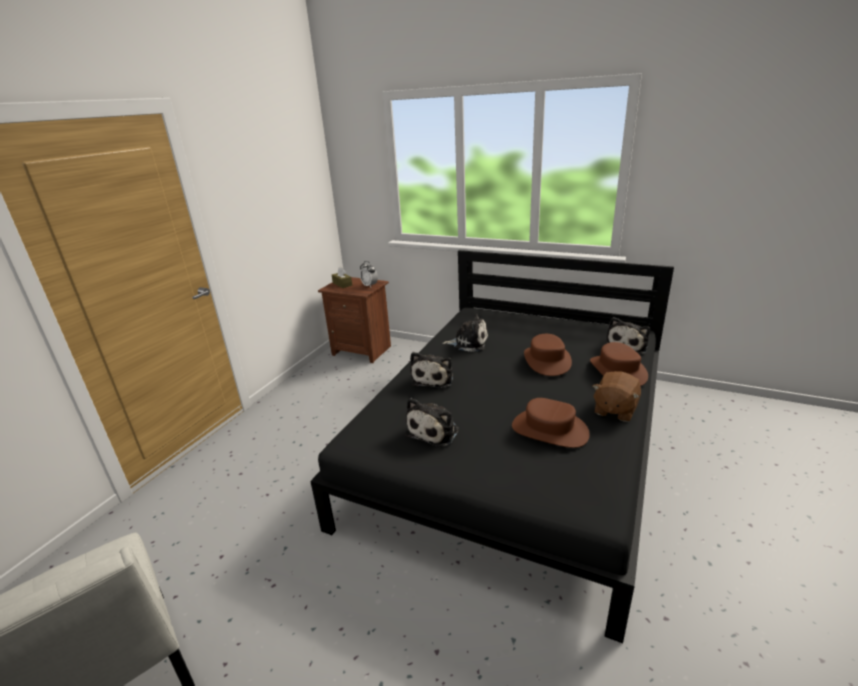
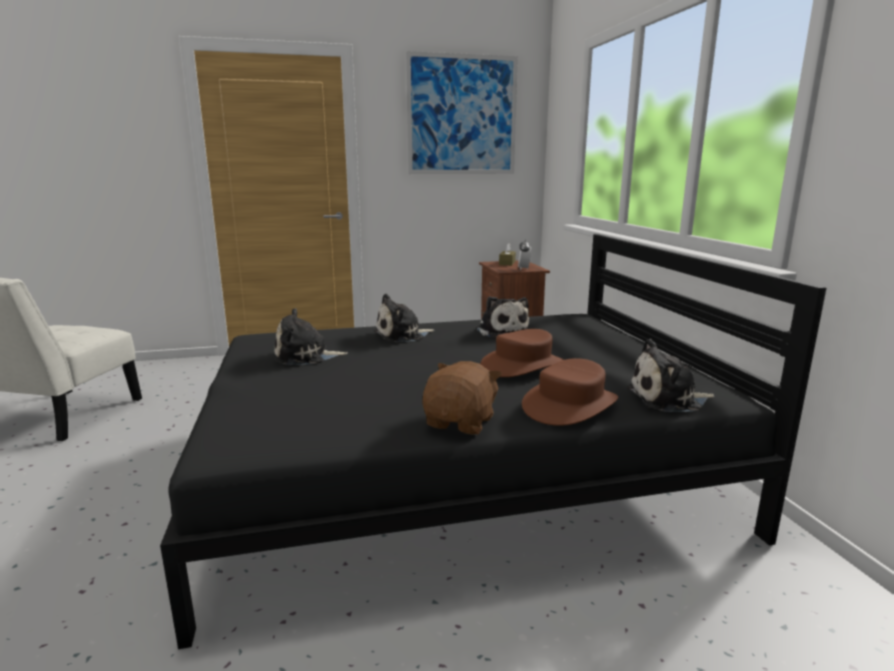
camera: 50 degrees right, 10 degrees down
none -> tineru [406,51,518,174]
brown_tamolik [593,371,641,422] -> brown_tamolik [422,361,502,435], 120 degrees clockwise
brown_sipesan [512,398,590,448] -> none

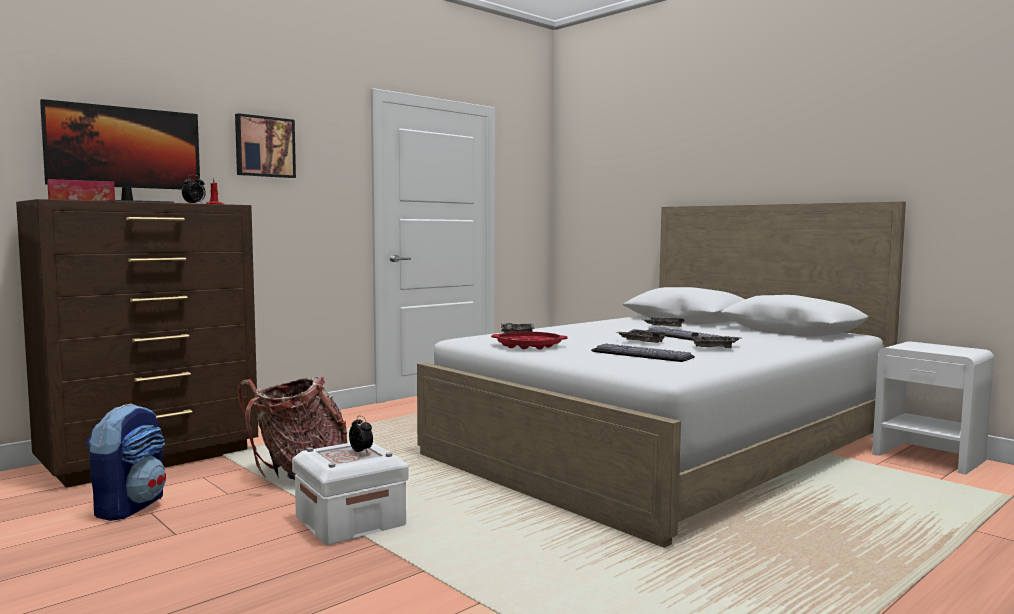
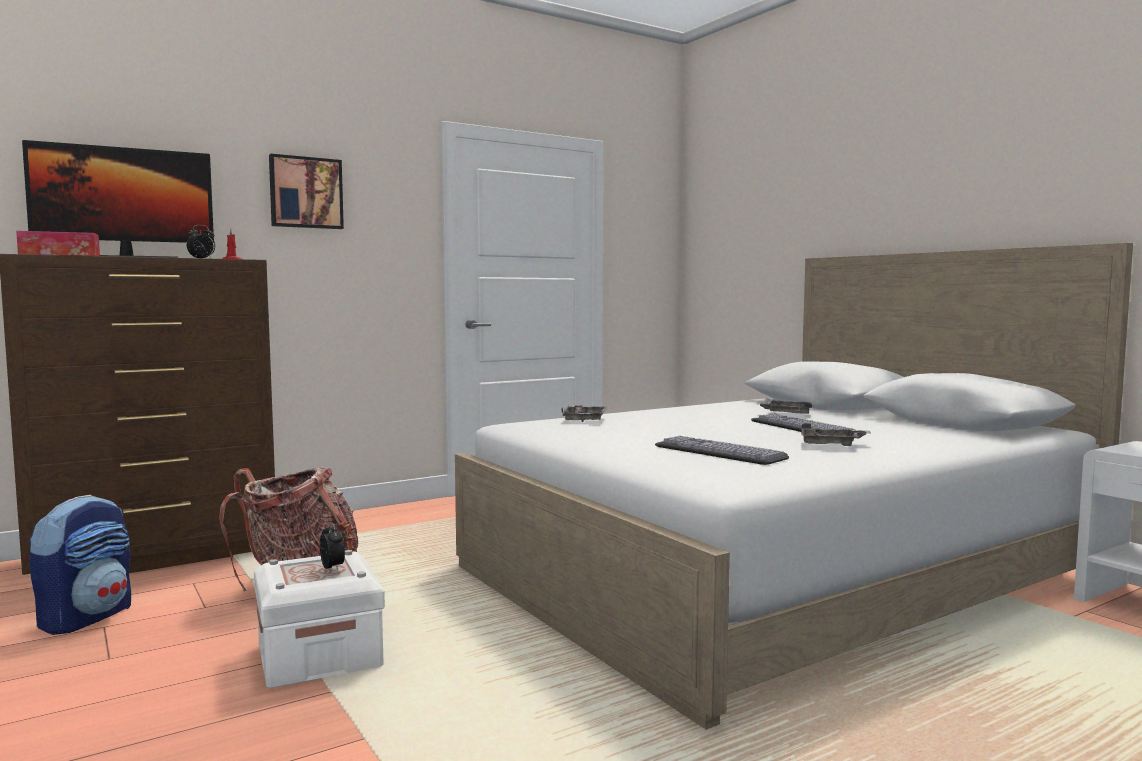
camera: 10 degrees right, 0 degrees up
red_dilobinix [491,332,567,350] -> none
grey_dilobinix [616,329,667,343] -> none

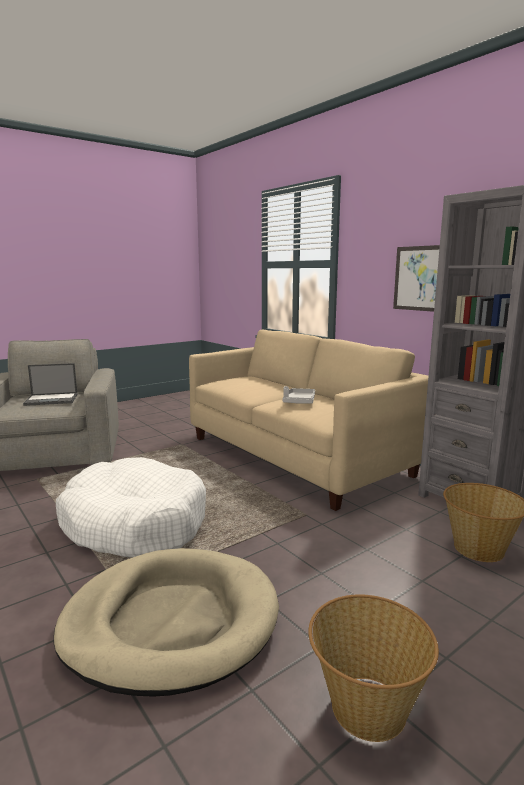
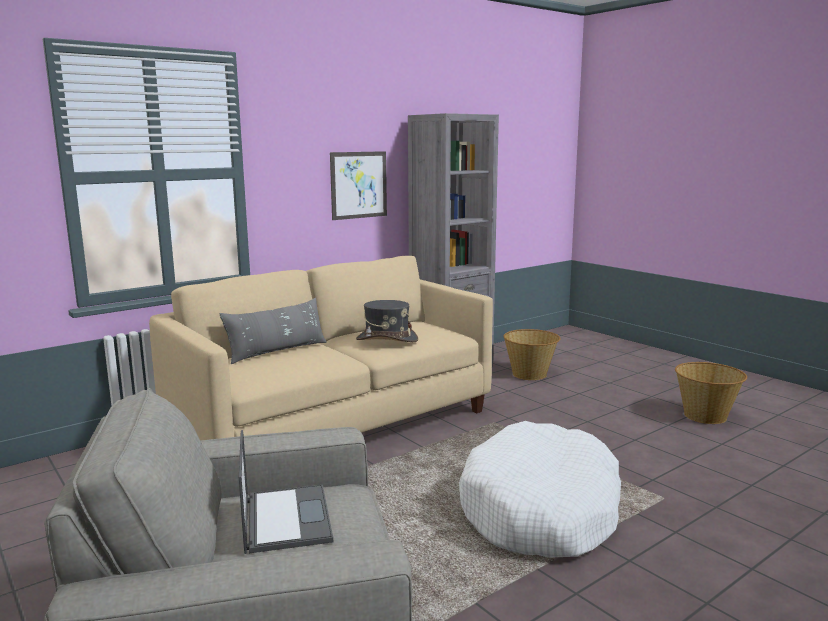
camera: 90 degrees left, 0 degrees up
none -> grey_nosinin [219,298,327,364]
grey_dilobinix [282,386,315,404] -> grey_sipesan [356,300,418,342]
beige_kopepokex [54,548,279,697] -> none

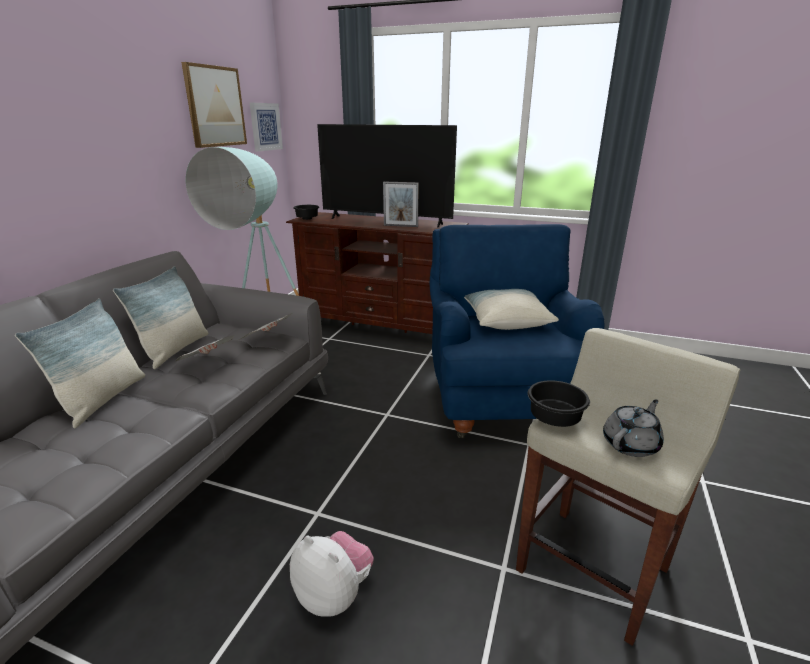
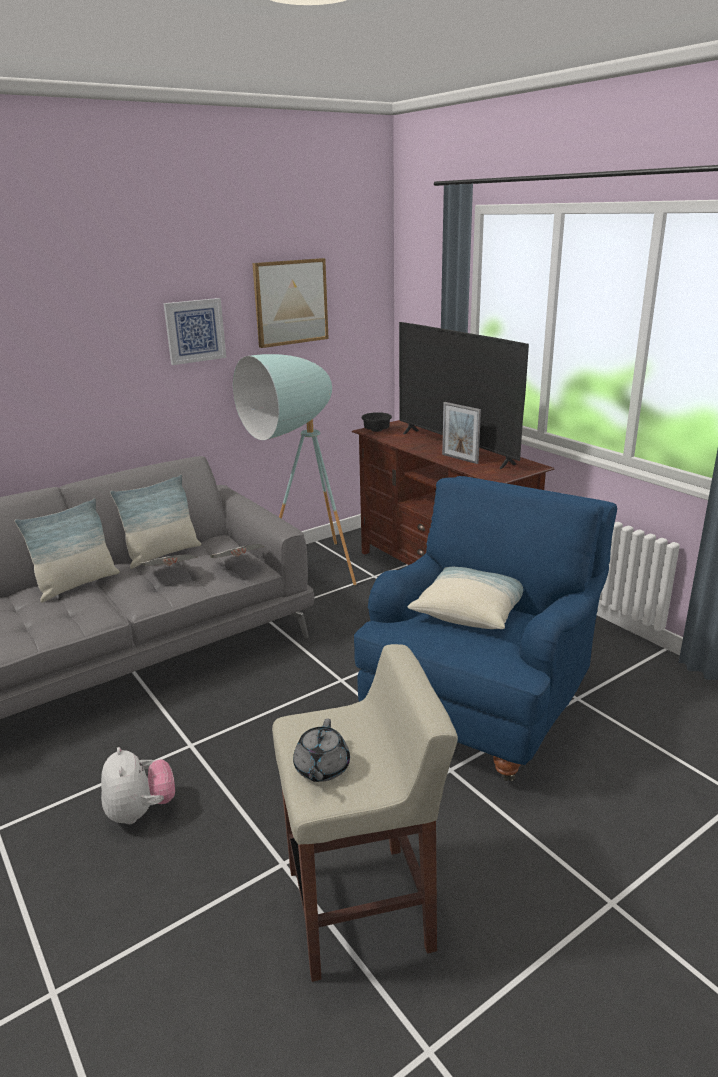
camera: 35 degrees right, 0 degrees up
tineru [250,103,283,152] -> tineru [163,298,226,365], shifted
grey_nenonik [603,399,664,457] -> grey_nenonik [293,718,350,782], 105 degrees clockwise
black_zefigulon [528,380,590,427] -> none

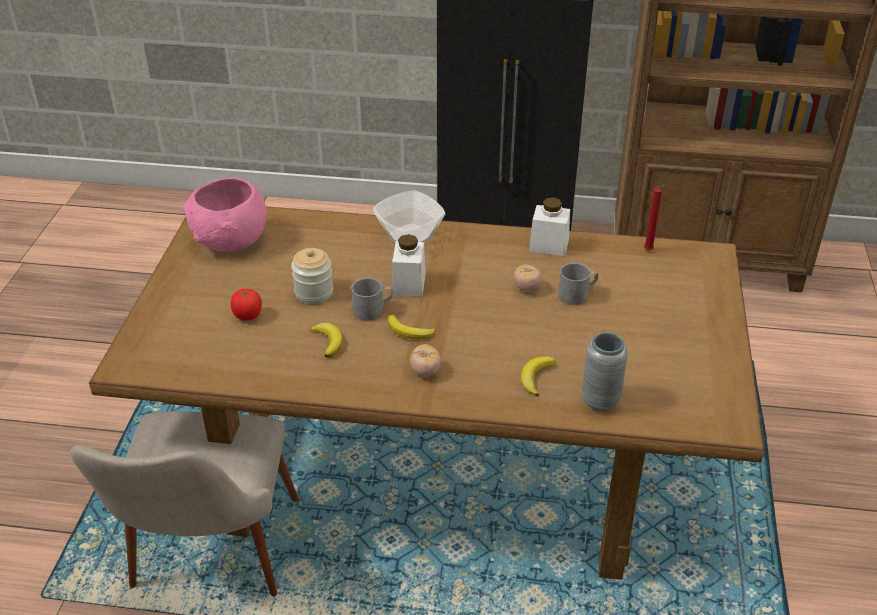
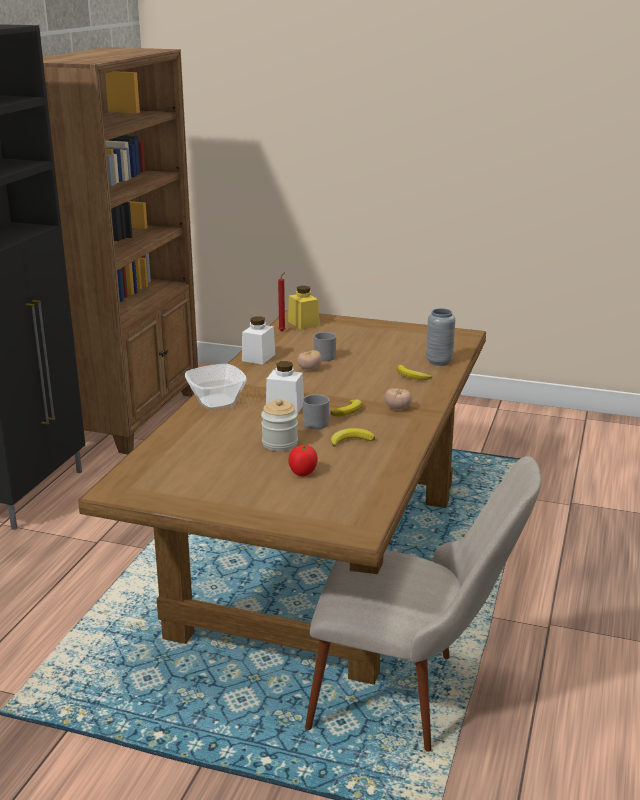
camera: 80 degrees left, 15 degrees down
none -> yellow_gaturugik [288,286,320,330]
pink_zefigulon [183,178,267,252] -> none

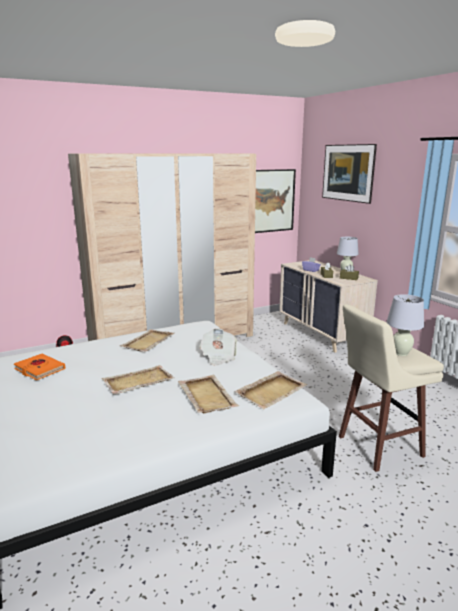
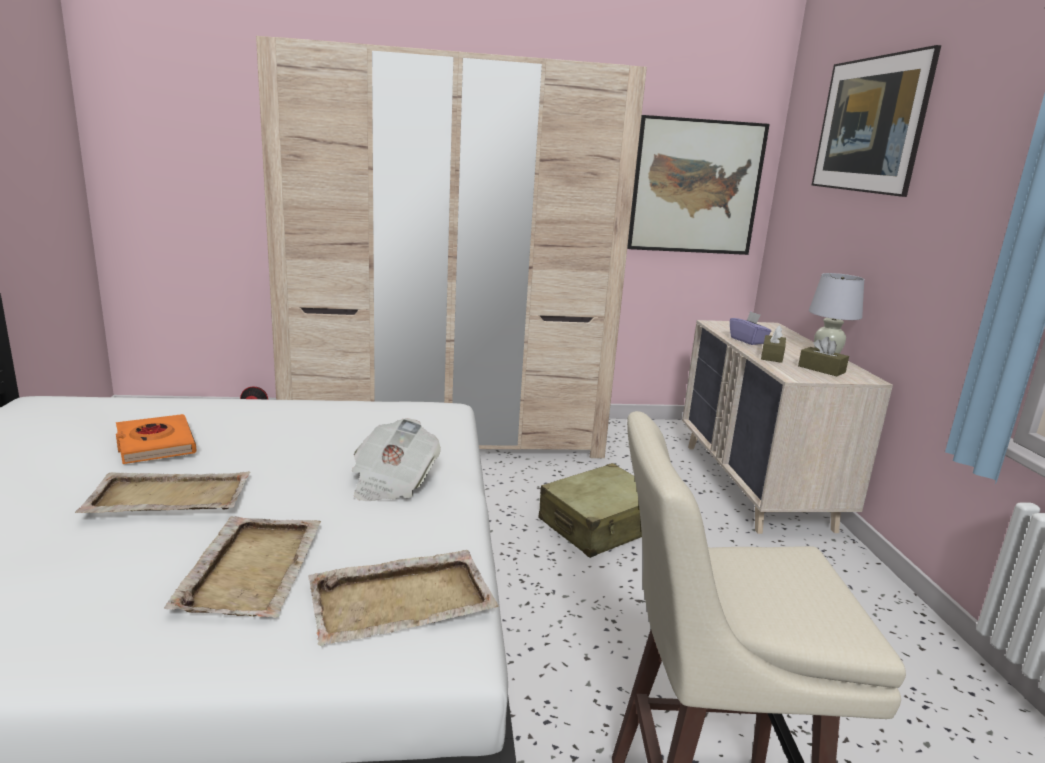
camera: 20 degrees right, 0 degrees up
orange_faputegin [14,354,65,380] -> orange_faputegin [116,414,197,464], shifted
none -> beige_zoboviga [538,463,642,558]
beige_dilobinix [120,329,175,352] -> none
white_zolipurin [387,294,424,356] -> none

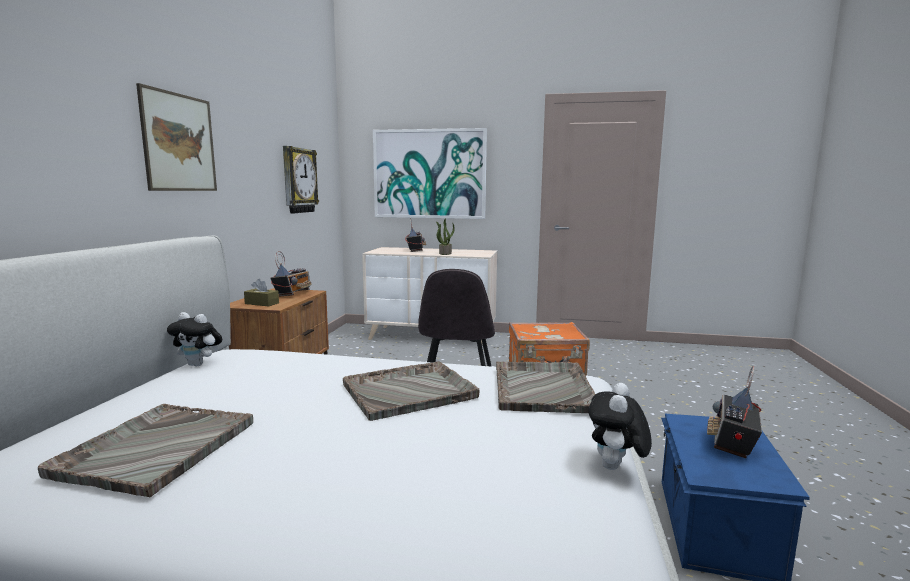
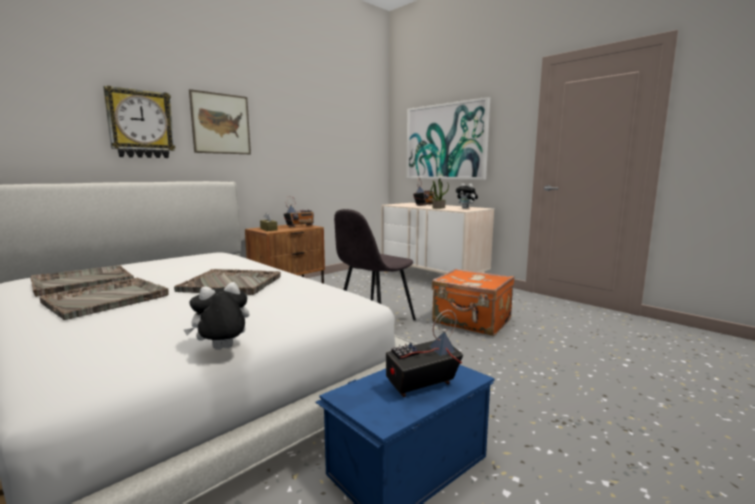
camera: 35 degrees right, 0 degrees up
grey_dilobinix [496,362,595,413] -> grey_dilobinix [39,278,169,320], shifted
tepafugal [283,146,319,214] -> tepafugal [103,86,175,158], shifted
tamolik [167,312,222,366] -> tamolik [456,183,478,209], shifted

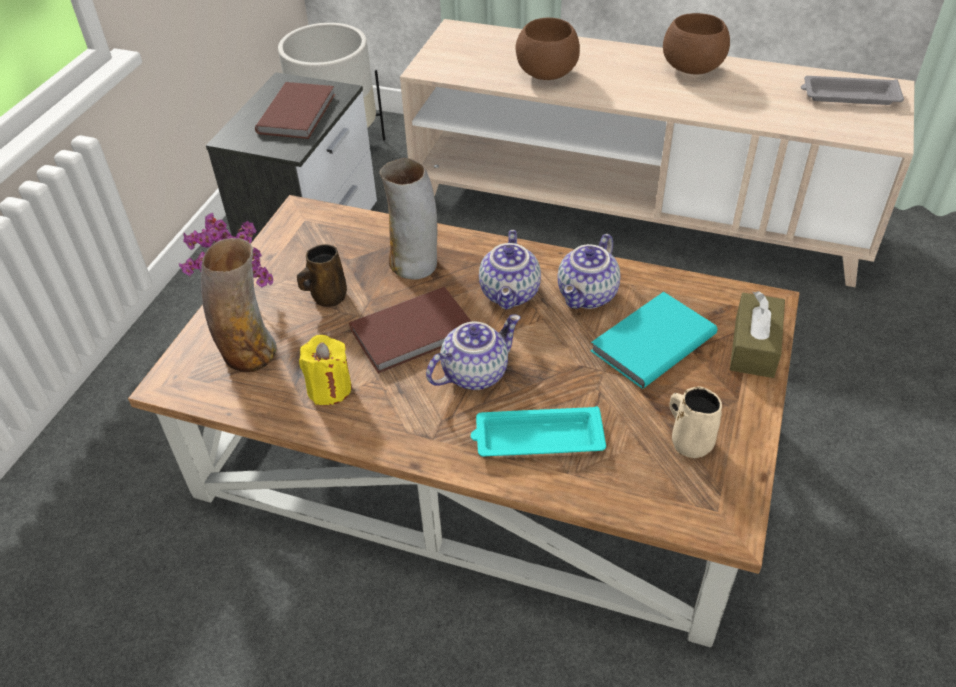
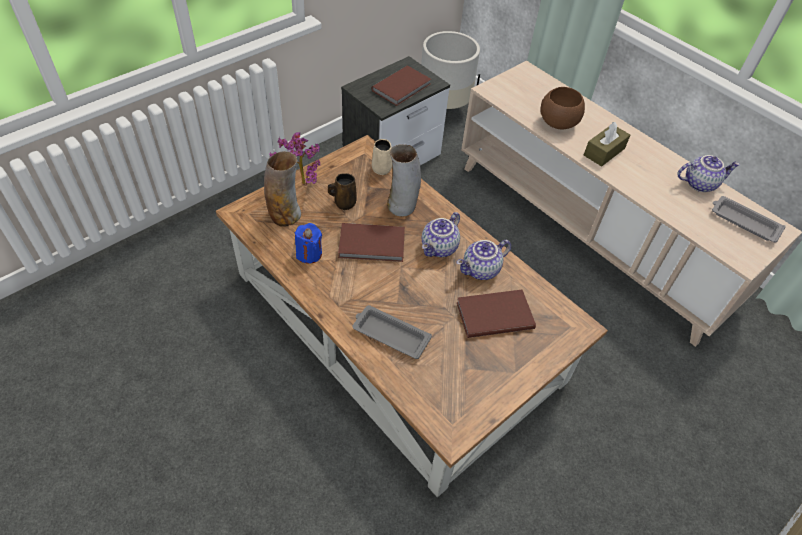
camera: 25 degrees right, 5 degrees up
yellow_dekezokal [299,335,352,405] -> blue_dekezokal [295,223,322,264]
turquoise_dilobinix [471,406,606,457] -> grey_dilobinix [353,305,432,359]
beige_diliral [670,386,722,458] -> beige_diliral [372,139,392,175], shifted
turquoise_faputegin [591,292,717,389] -> brown_faputegin [457,290,536,338]
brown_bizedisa [730,291,785,378] -> brown_bizedisa [584,122,630,166], shifted
nenonik [426,314,521,390] -> nenonik [677,155,740,192], shifted
brown_zefigulon [663,13,730,75] -> none

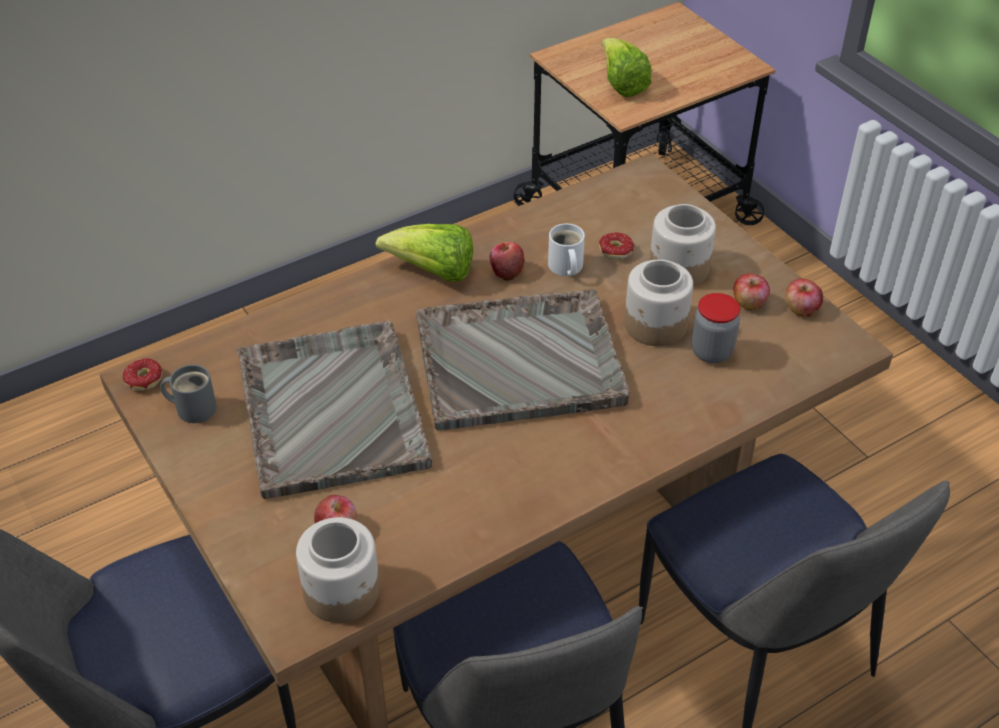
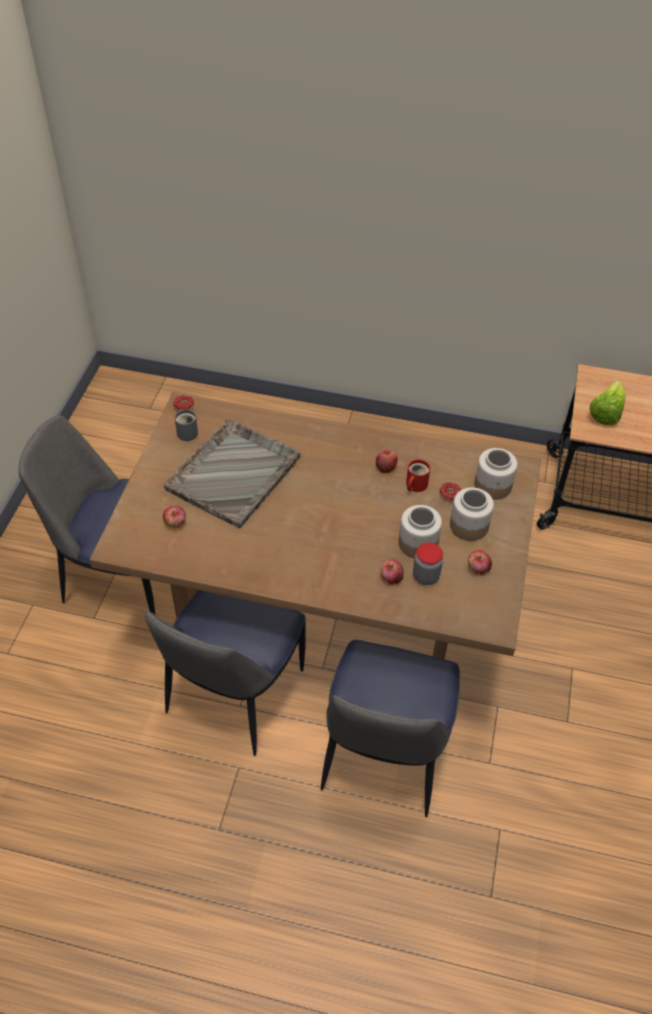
camera: 45 degrees right, 5 degrees up
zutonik [786,278,823,317] -> zutonik [381,559,404,585], shifted
white_diliral [548,223,585,276] -> red_diliral [406,459,430,492]
gaturugik [296,517,380,623] -> gaturugik [474,448,517,500], shifted
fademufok [376,224,473,282] -> none
grey_dilobinix [416,289,630,431] -> none

